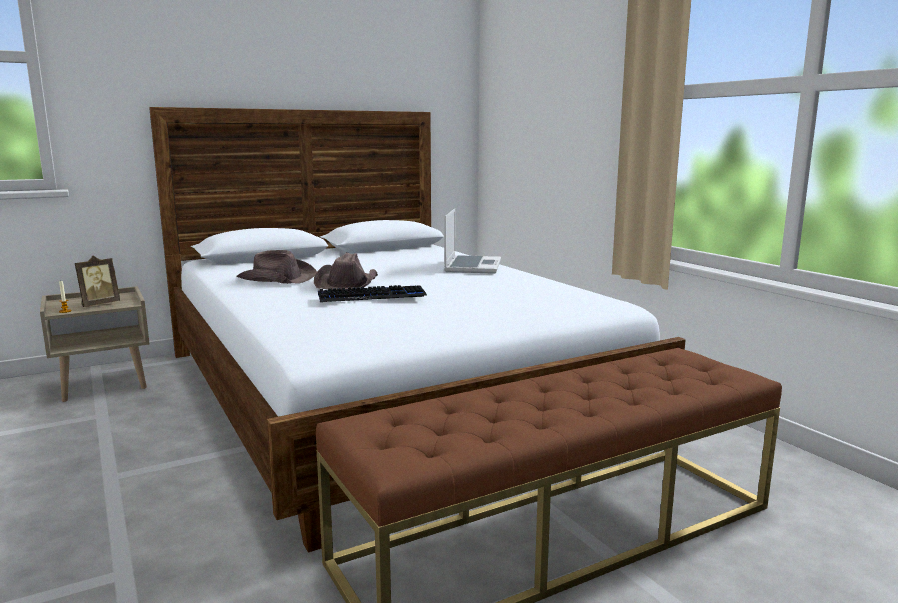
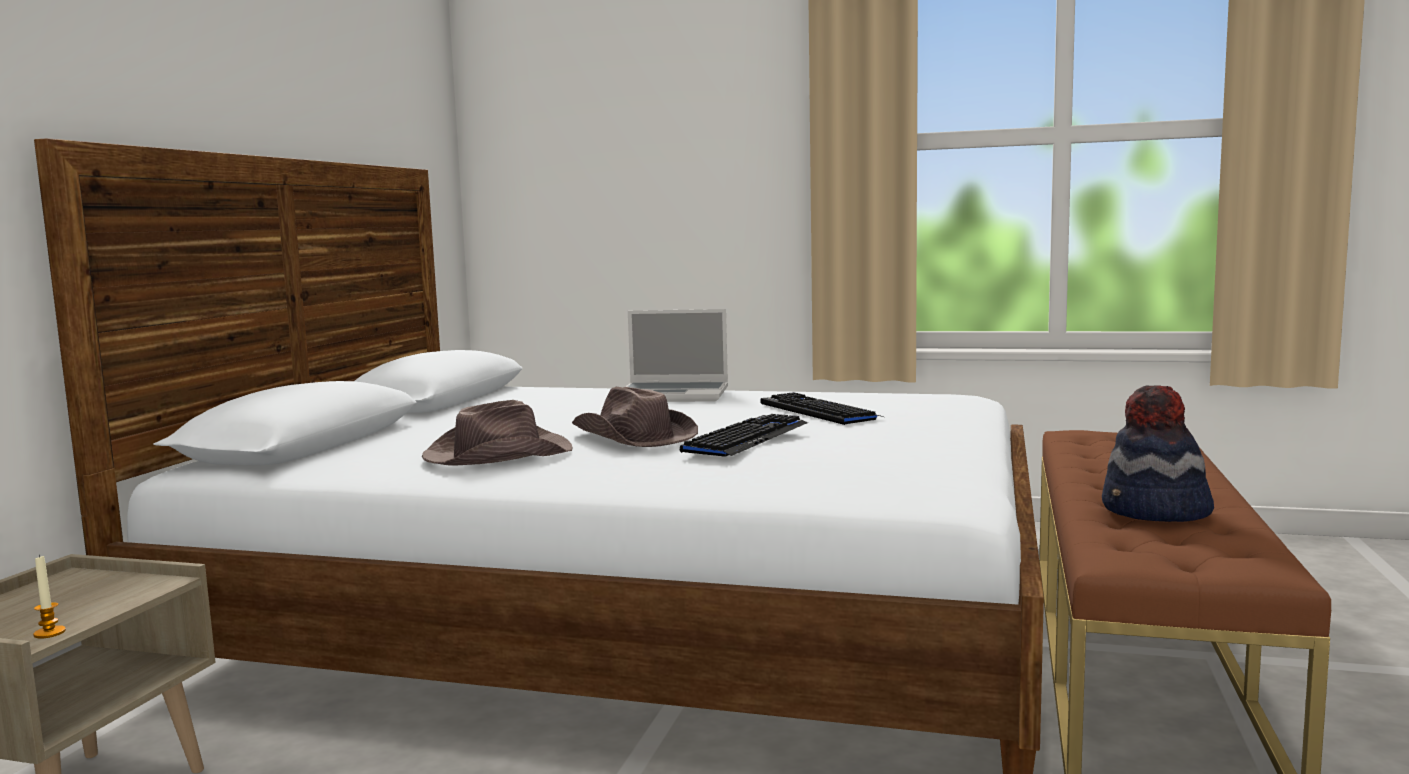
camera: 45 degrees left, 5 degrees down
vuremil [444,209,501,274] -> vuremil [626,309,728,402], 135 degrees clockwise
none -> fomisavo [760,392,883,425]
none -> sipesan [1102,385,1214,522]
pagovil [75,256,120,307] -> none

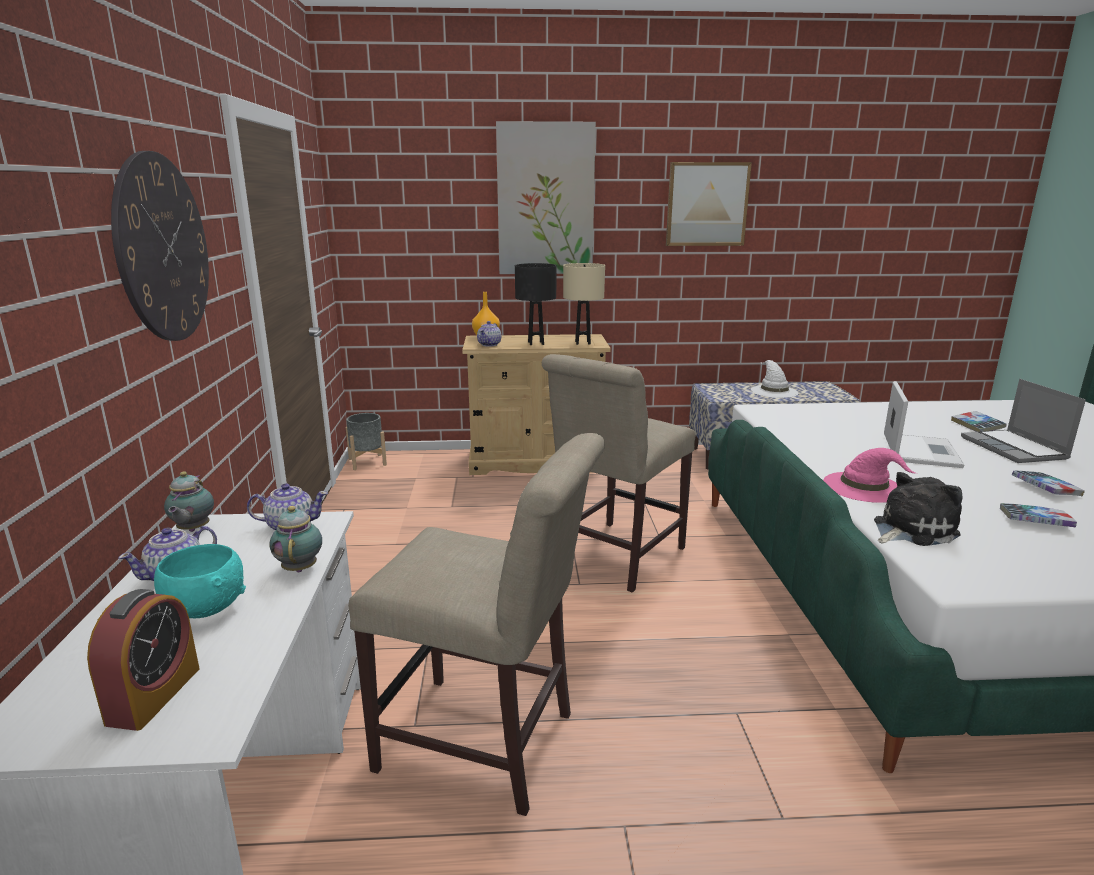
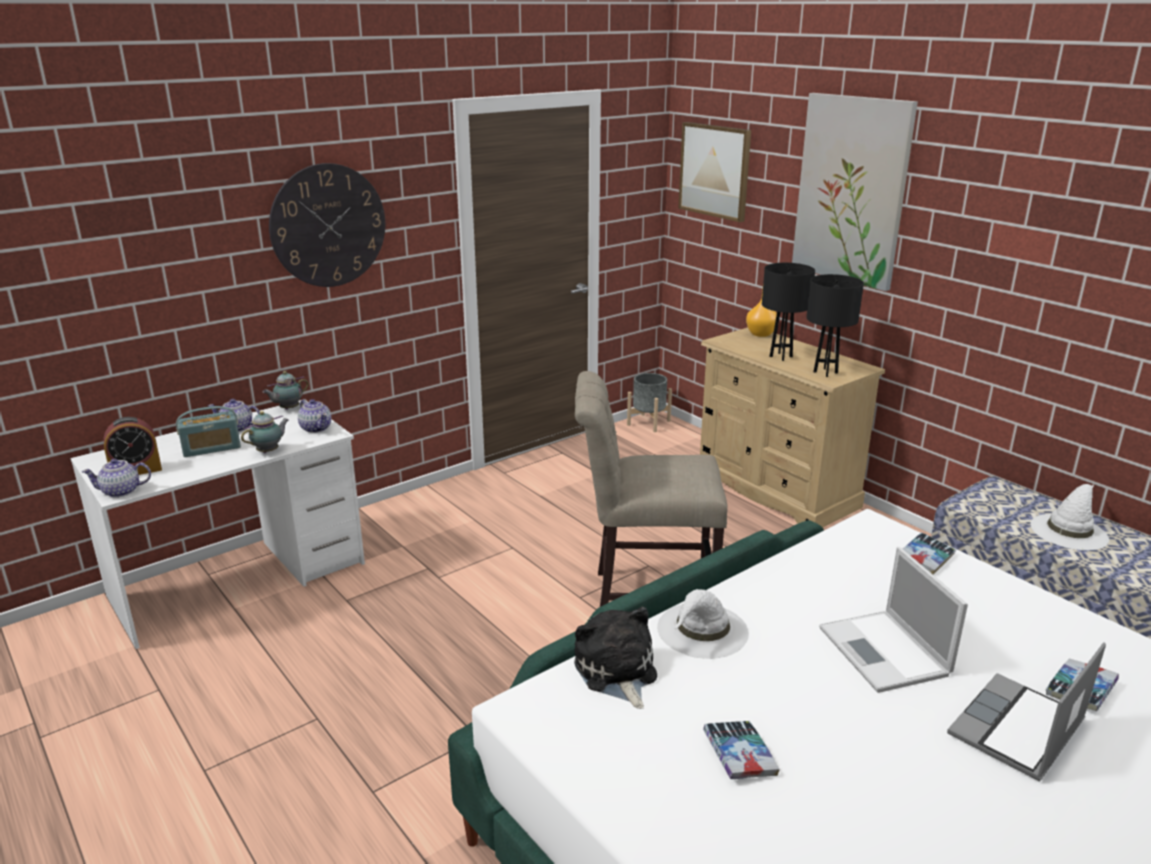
camera: 55 degrees right, 5 degrees up
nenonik [477,321,501,347] -> nenonik [82,459,151,498], shifted
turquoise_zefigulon [154,544,246,618] -> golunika [176,406,241,457]
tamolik [874,472,962,546] -> tamolik [574,607,657,709], 135 degrees counterclockwise
pink_sipesan [823,448,915,503] -> white_sipesan [657,589,749,659]
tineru [666,162,752,246] -> tineru [678,122,751,222], shifted
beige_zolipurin [563,263,605,345] -> black_zolipurin [806,274,864,377]
vuremil [884,381,964,468] -> vuremil [819,547,968,693], 90 degrees clockwise
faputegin [1012,470,1085,496] -> faputegin [903,532,956,574], shifted
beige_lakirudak [348,433,605,816] -> none

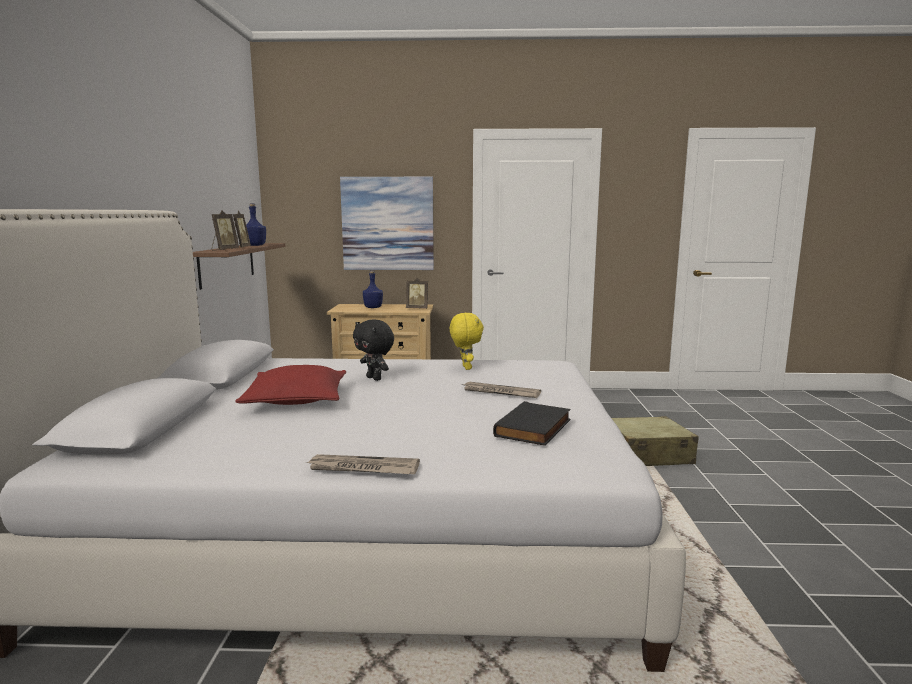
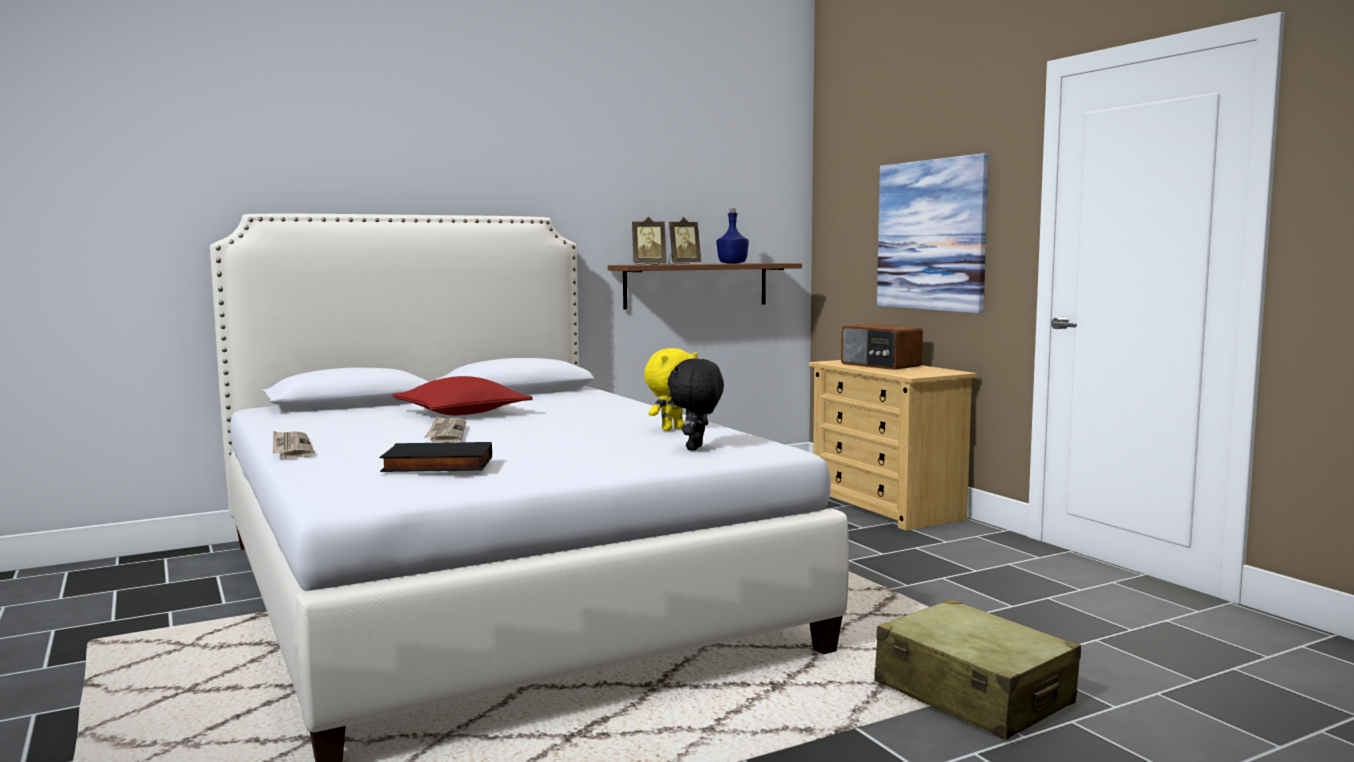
camera: 60 degrees right, 5 degrees down
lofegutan [462,382,541,398] -> lofegutan [425,416,466,442], shifted
black_tamolik [353,319,394,381] -> black_tamolik [668,358,724,451], shifted
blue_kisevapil [363,270,383,308] -> golunika [841,324,923,370]
pagovil [406,278,428,309] -> none

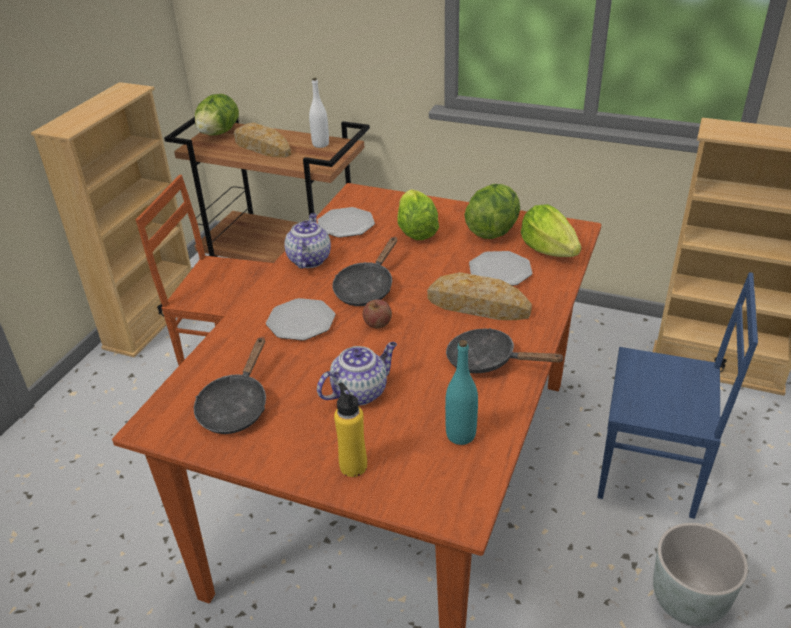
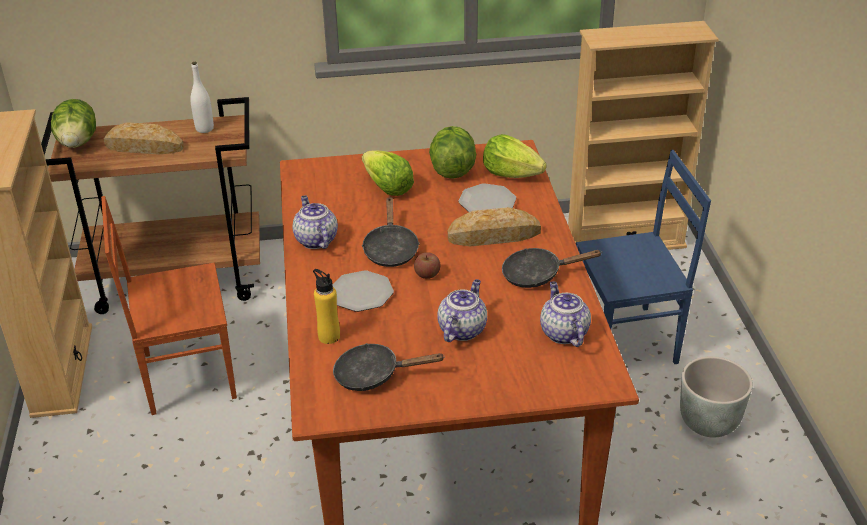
camera: 30 degrees left, 0 degrees up
yellow_kisevapil [334,382,367,477] -> yellow_kisevapil [313,269,340,344], shifted
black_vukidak [194,337,266,434] -> black_vukidak [333,343,445,391], 105 degrees clockwise
turquoise_kisevapil [445,340,478,445] -> nenonik [540,281,591,347]
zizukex [317,207,375,238] -> none

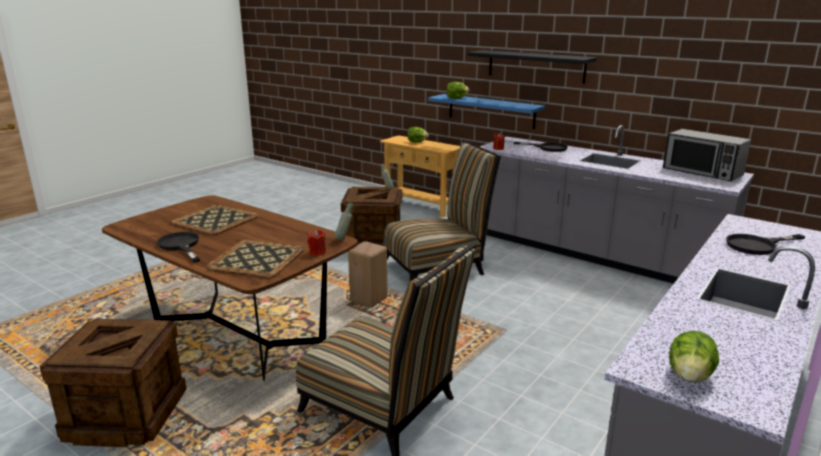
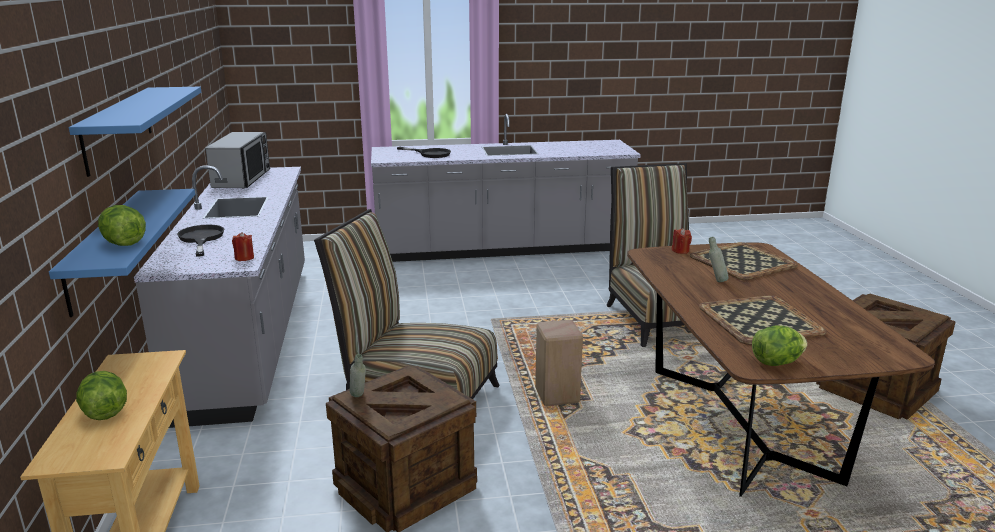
camera: 135 degrees left, 0 degrees up
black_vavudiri [468,50,597,84] -> blue_vavudiri [69,87,201,177]
grey_kisevapil [335,202,353,240] -> grey_kisevapil [709,237,729,282], shifted
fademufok [669,331,719,382] -> fademufok [752,325,807,366], shifted
black_vukidak [157,232,200,263] -> none

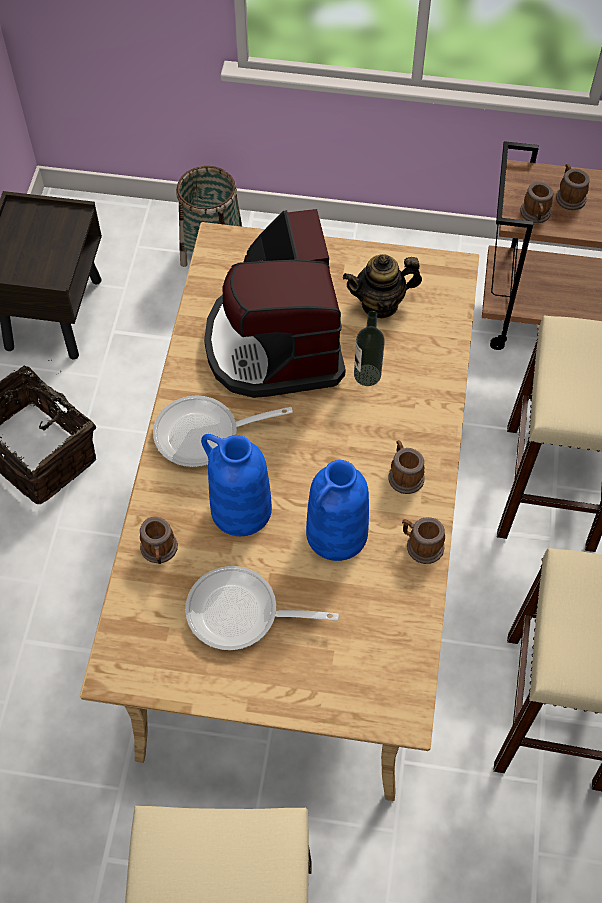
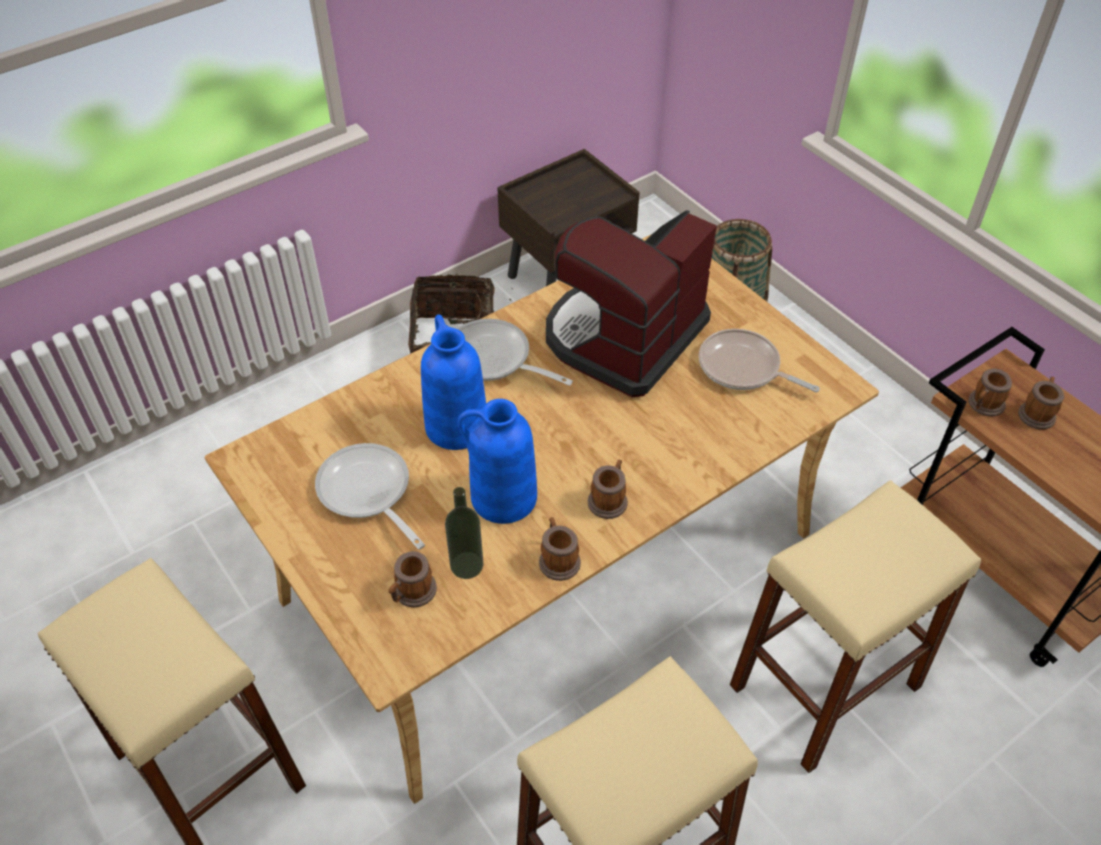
camera: 45 degrees right, 10 degrees down
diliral [140,517,178,564] -> diliral [388,551,437,607], shifted
kisevapil [354,311,385,386] -> kisevapil [445,487,483,579], shifted
nenonik [343,254,422,318] -> vukidak [699,329,820,392]

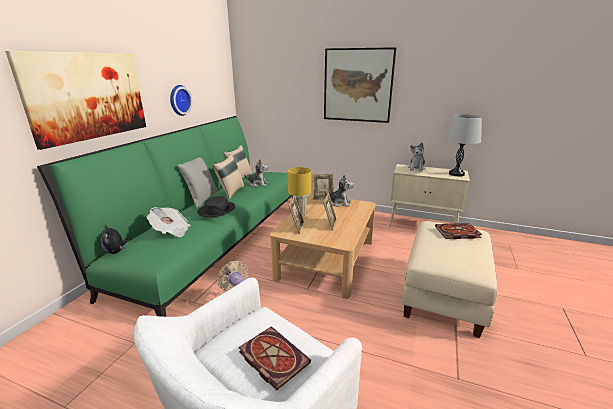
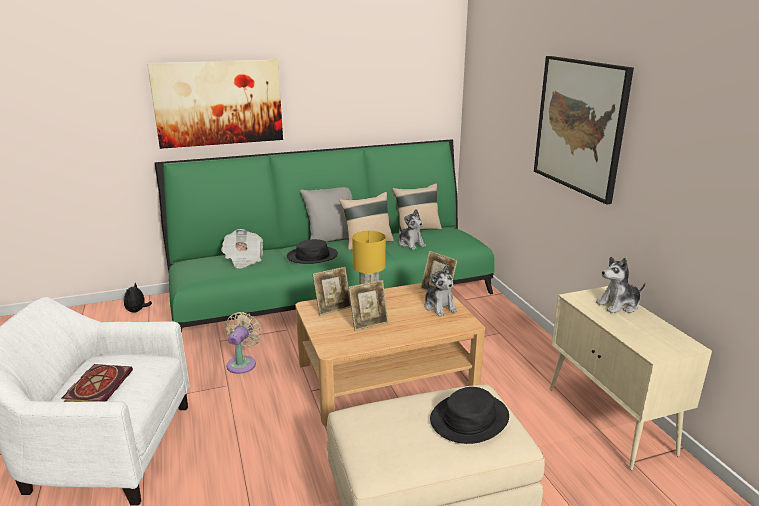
camera: 50 degrees right, 0 degrees up
tamolik [101,225,128,254] -> tamolik [124,283,152,313], shifted
faputegin [435,223,482,239] -> black_sipesan [430,387,509,444]
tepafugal [170,85,193,116] -> none
grey_zolipurin [445,114,482,177] -> none

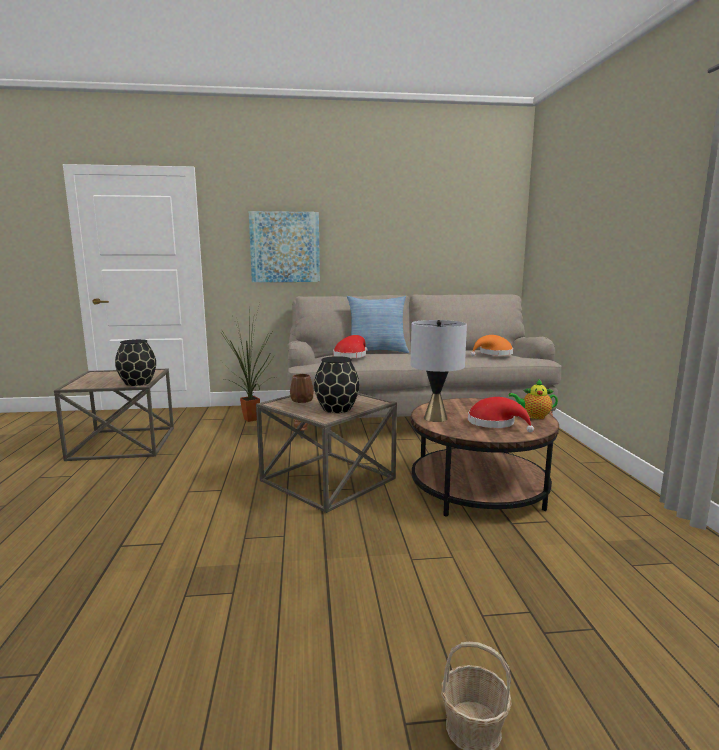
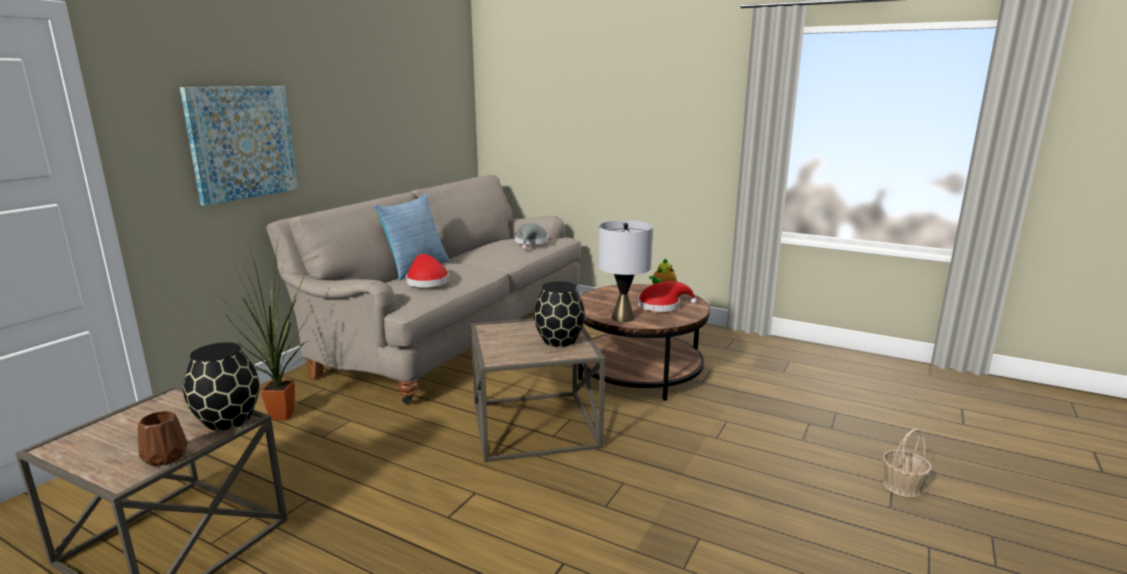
camera: 55 degrees left, 5 degrees up
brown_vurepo [290,374,314,403] -> brown_vurepo [138,411,188,466], shifted
orange_sipesan [470,335,513,356] -> grey_sipesan [515,223,548,250]

